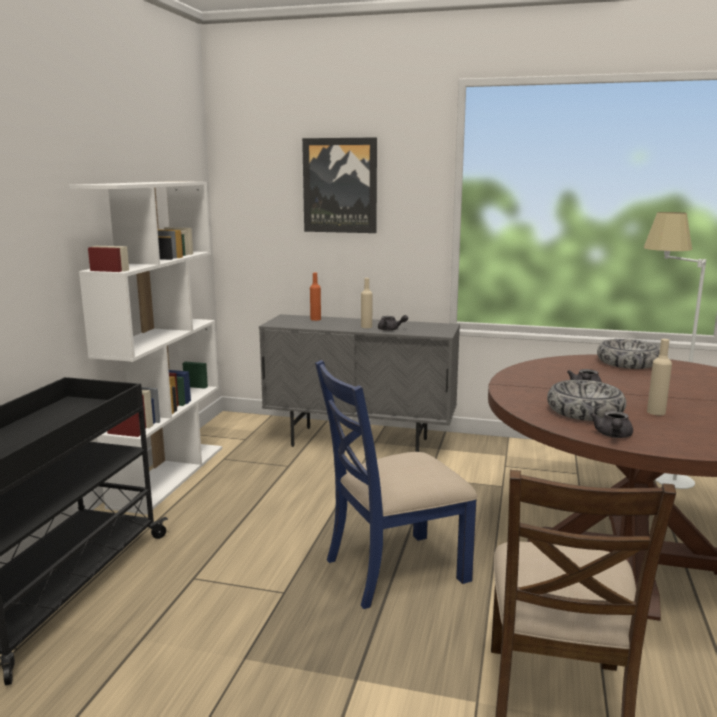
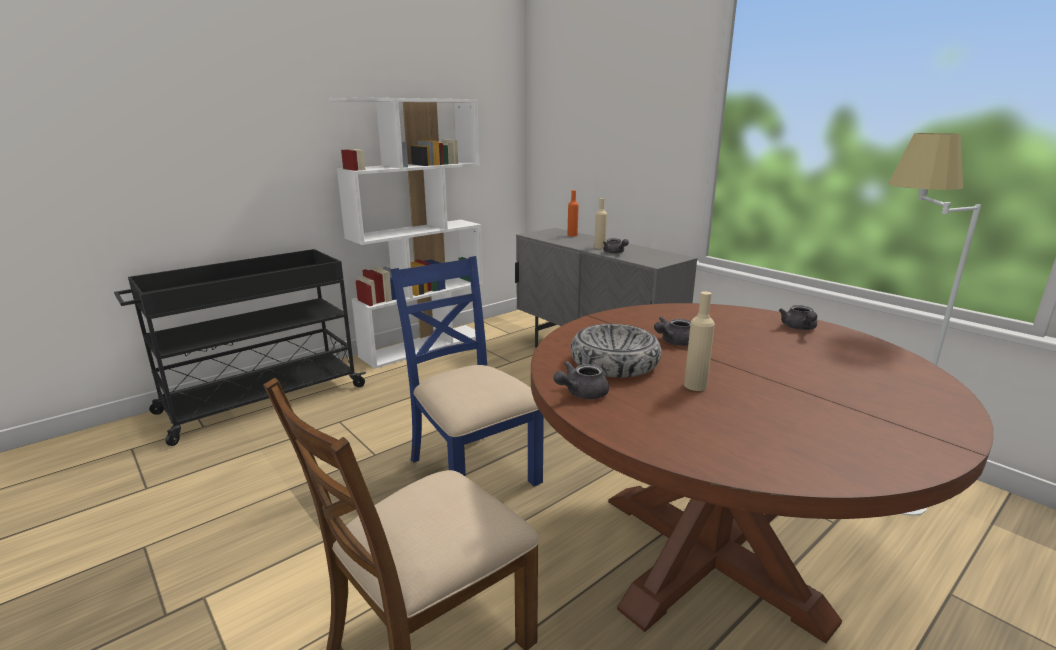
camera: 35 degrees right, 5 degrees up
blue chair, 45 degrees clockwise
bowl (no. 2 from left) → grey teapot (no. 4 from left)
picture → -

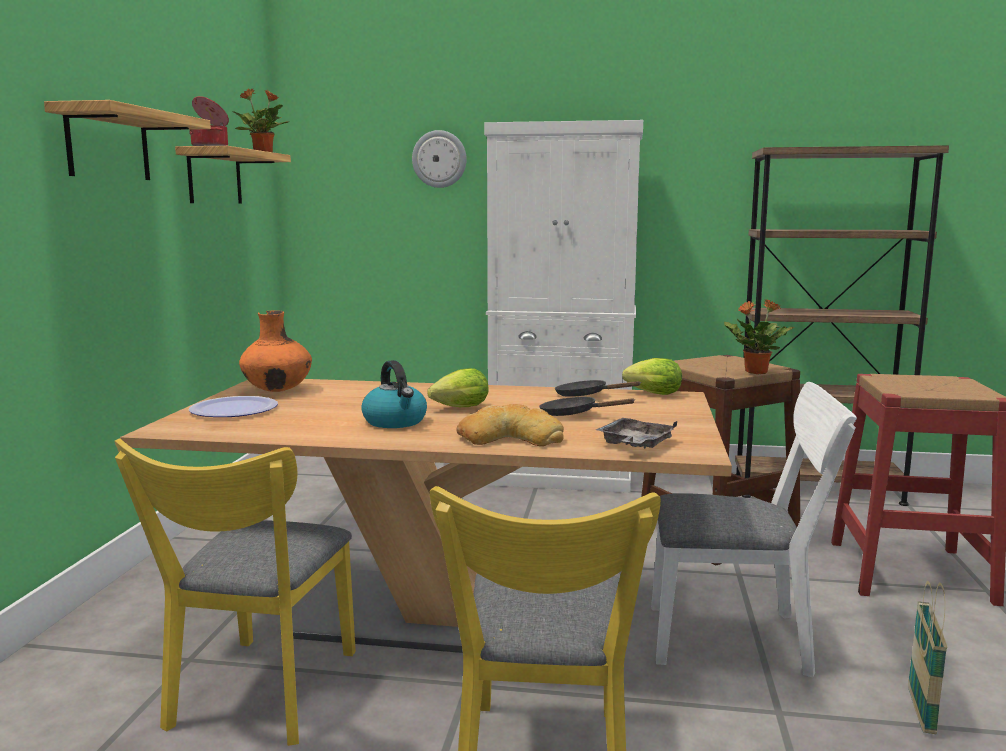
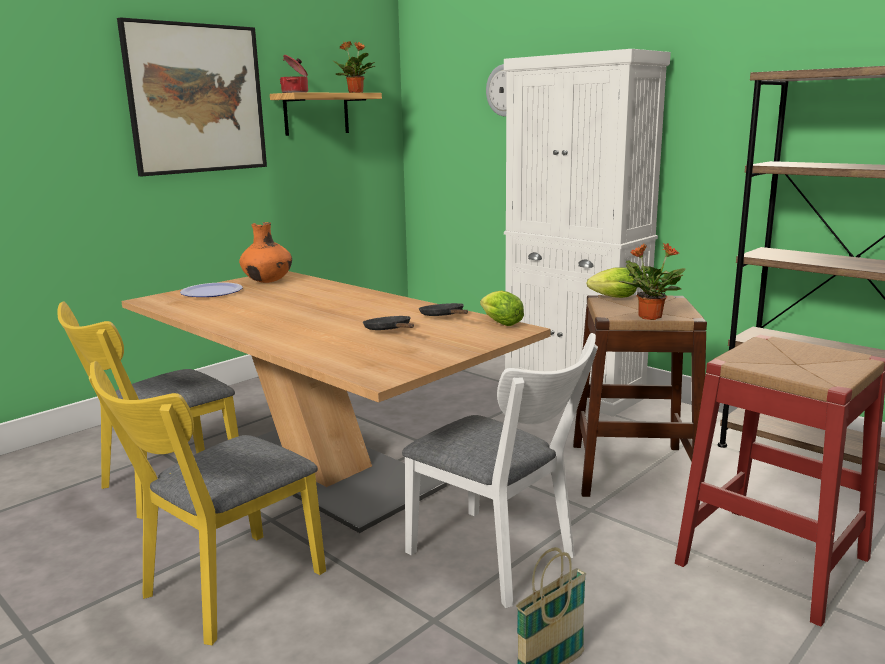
camera: 35 degrees right, 5 degrees up
shelf (no. 1 from left) → picture
lettuce (no. 1 from left in the first image) → lettuce (no. 2 from left), relocated
kettle → -
bread → -
grey tray → -

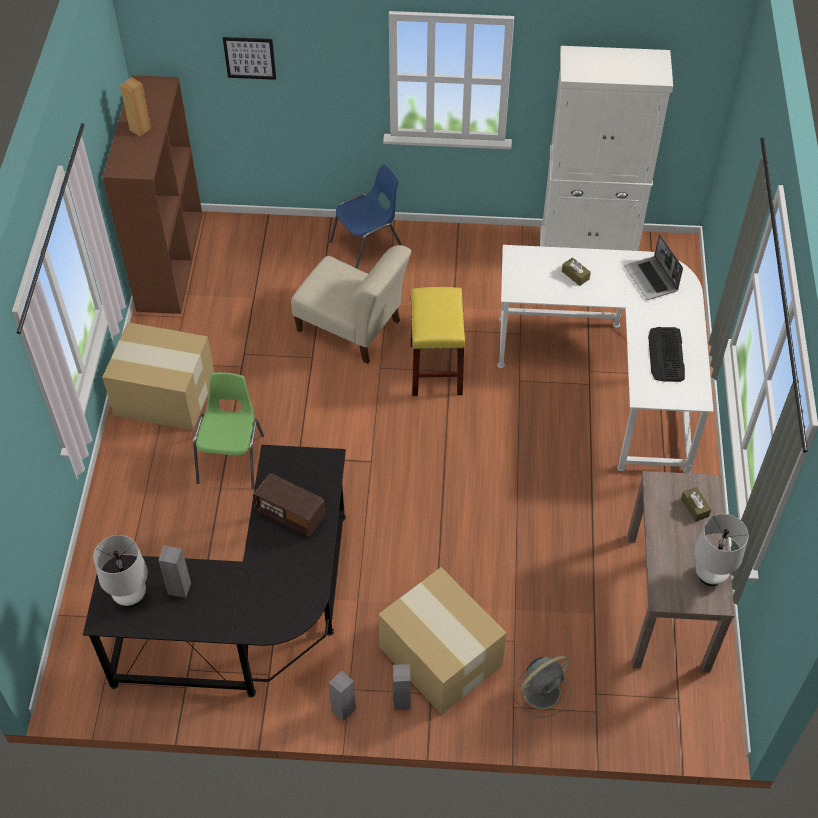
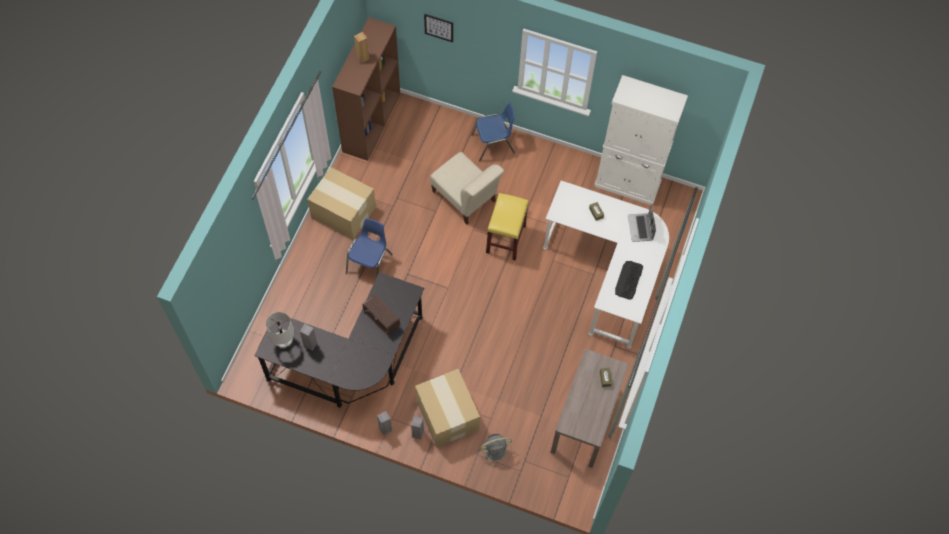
camera: 15 degrees right, 10 degrees up
green chair → blue chair (no. 1 from left)
white table lamp (no. 2 from left) → -

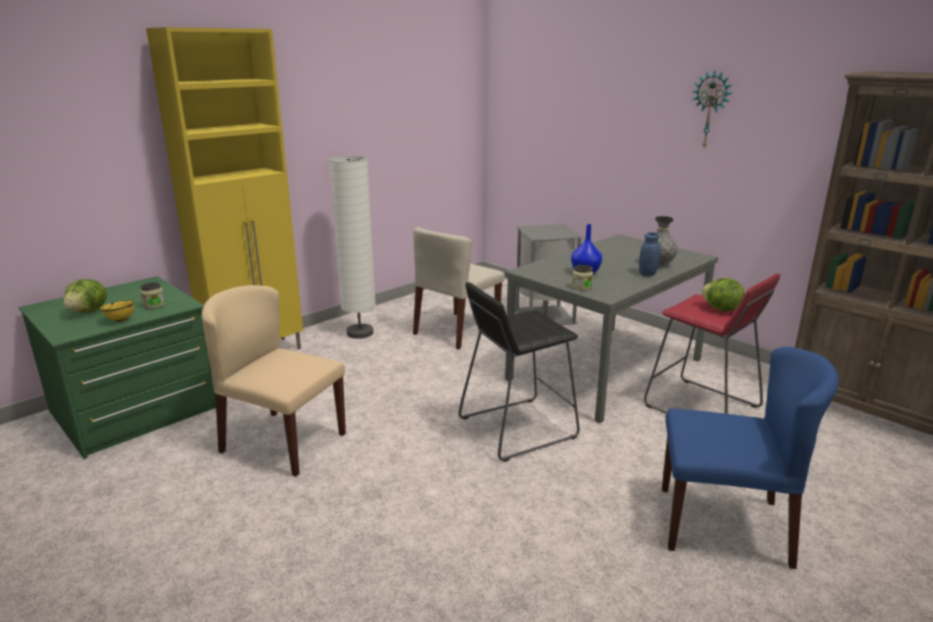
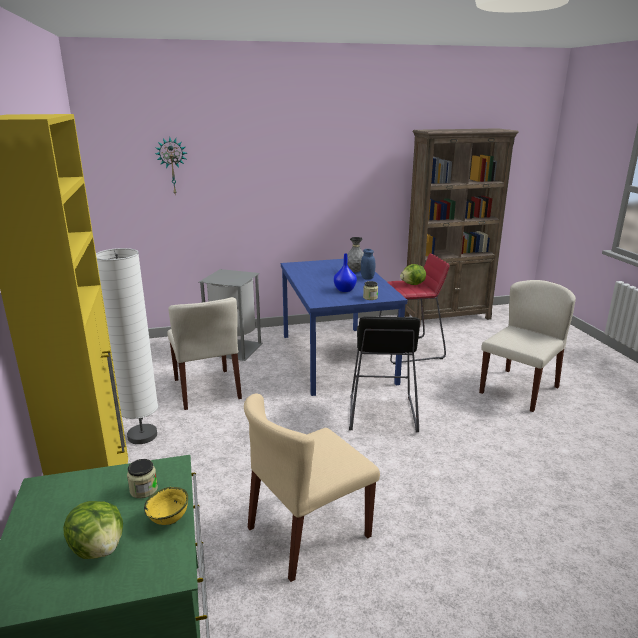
camera: 60 degrees left, 0 degrees up
wall clock, relocated
grey dining table → blue dining table
blue chair → beige chair (no. 3 from left)

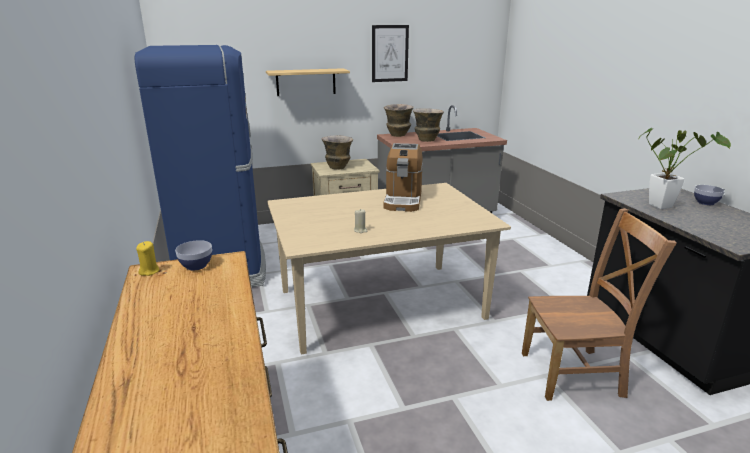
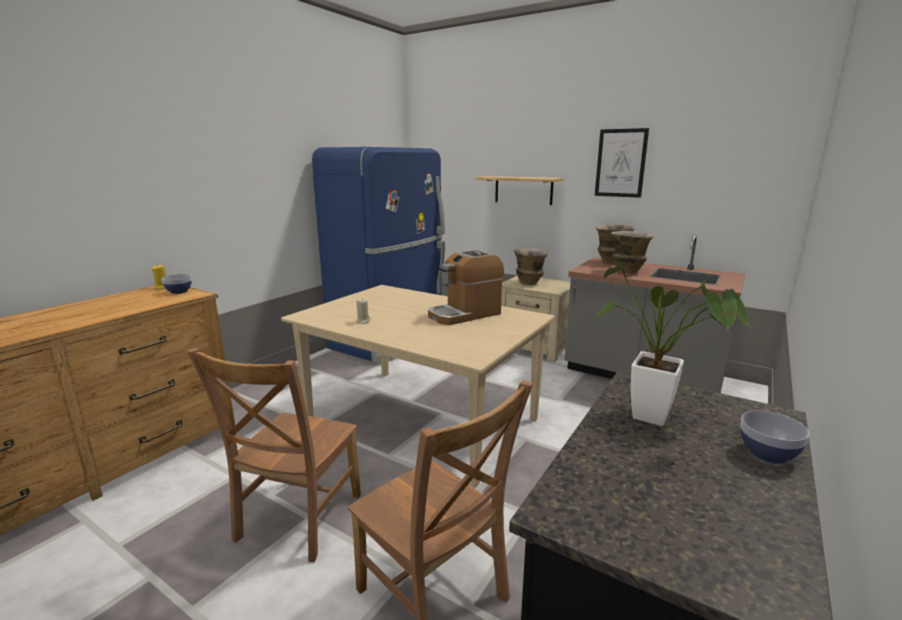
camera: 50 degrees right, 5 degrees down
- → brown chair (no. 1 from left)

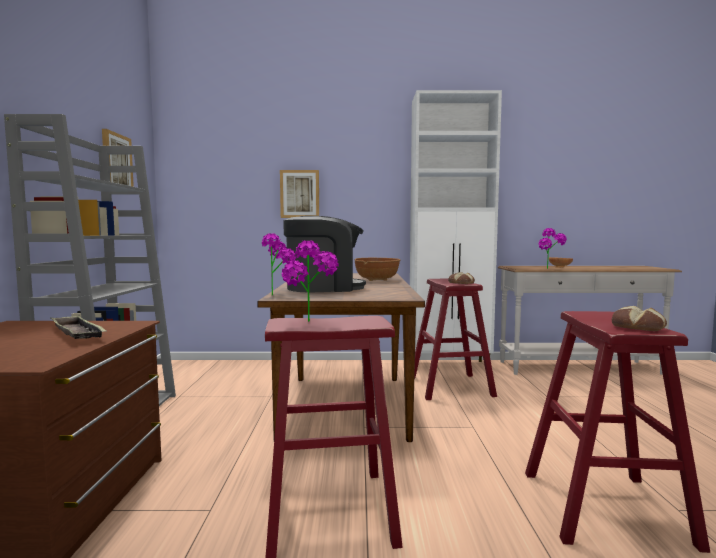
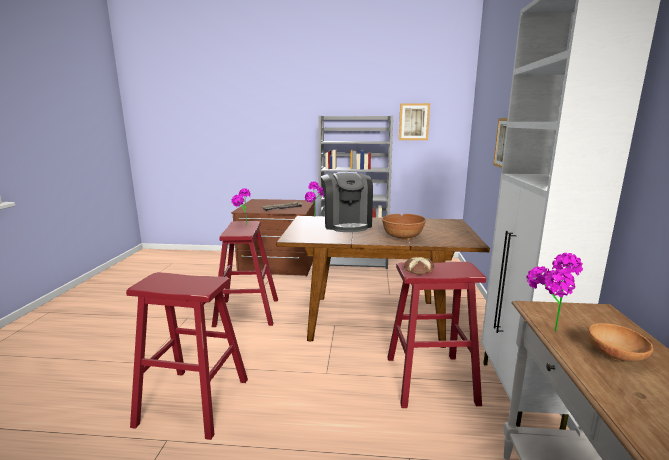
camera: 95 degrees right, 10 degrees up
bread (no. 2 from left) → -

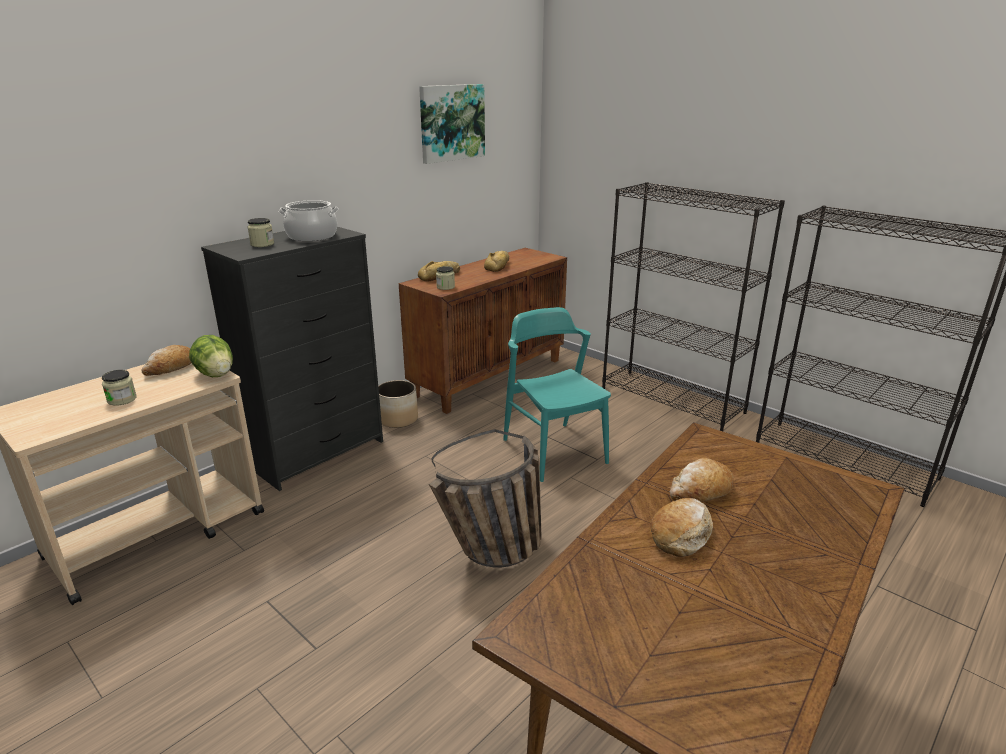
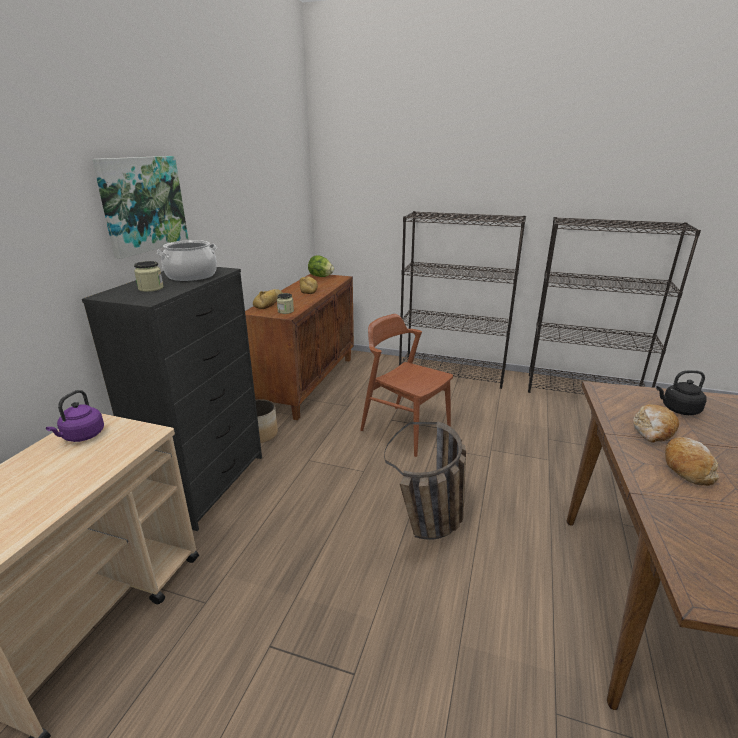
camera: 25 degrees left, 0 degrees up
bread (no. 1 from left) → purple kettle
picture, relocated
lettuce, relocated
turquoise chair → brown chair
- → black kettle
jar (no. 1 from left) → -

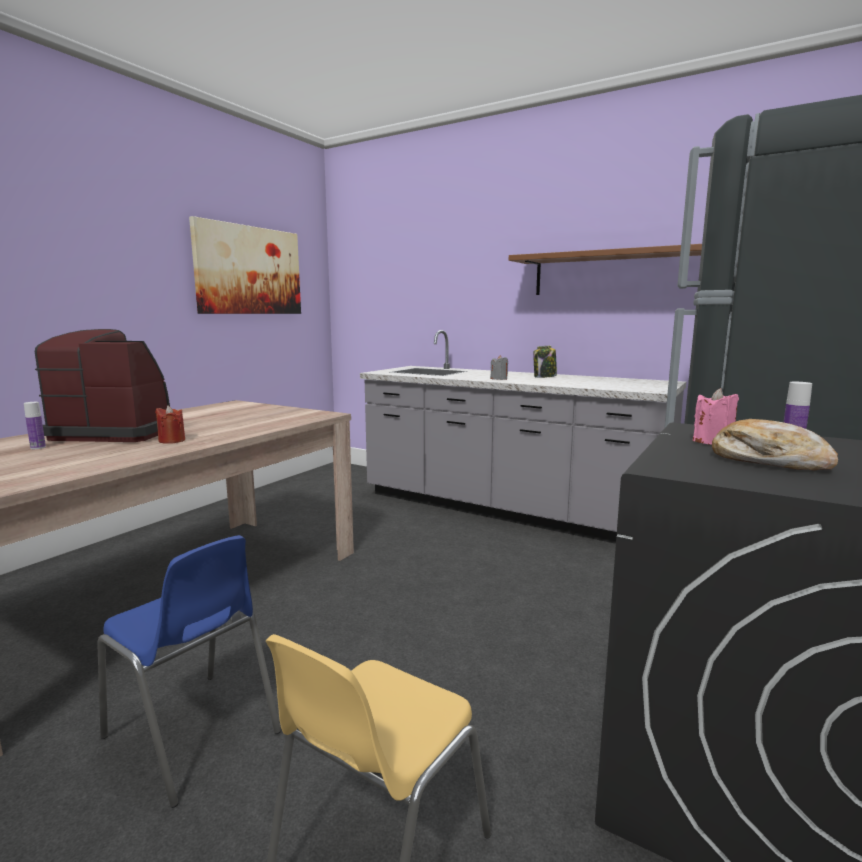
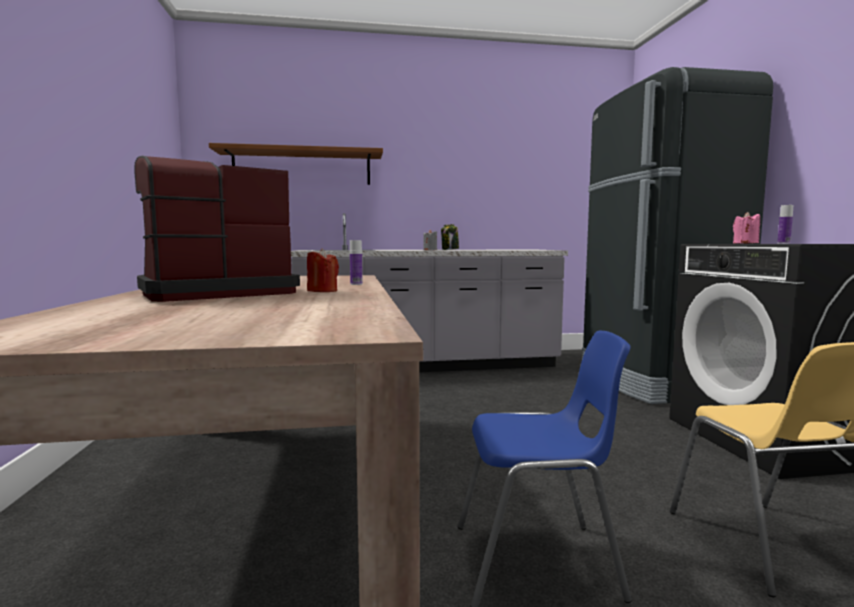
camera: 40 degrees left, 5 degrees down
brown shelf, relocated
bottle (no. 1 from left), relocated
picture → -
bread → -

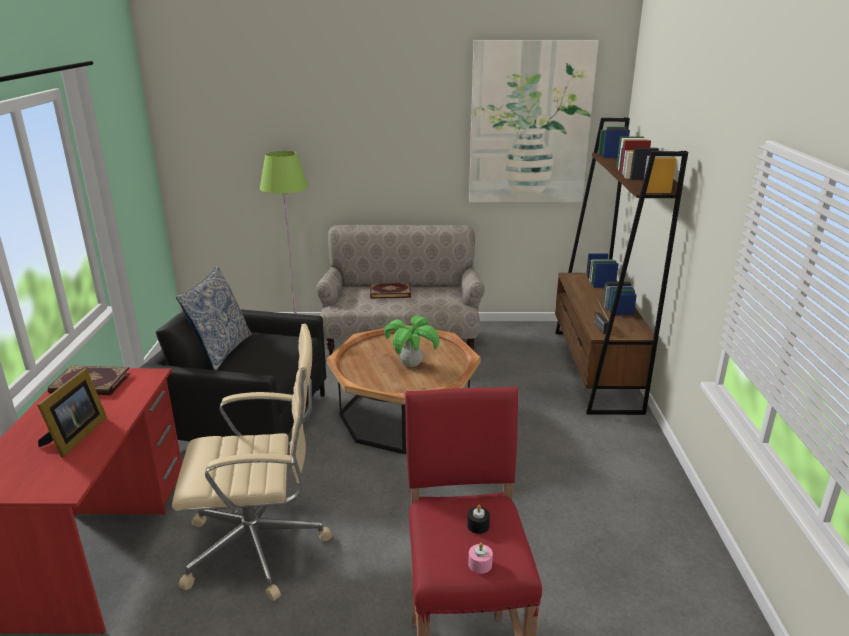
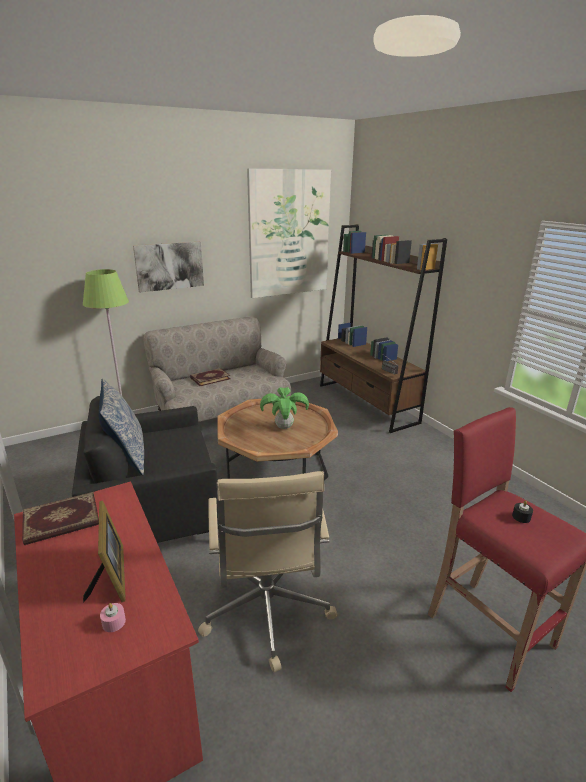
camera: 30 degrees left, 0 degrees up
pink candle, relocated
- → picture (no. 1 from left)
beige office chair, 120 degrees clockwise

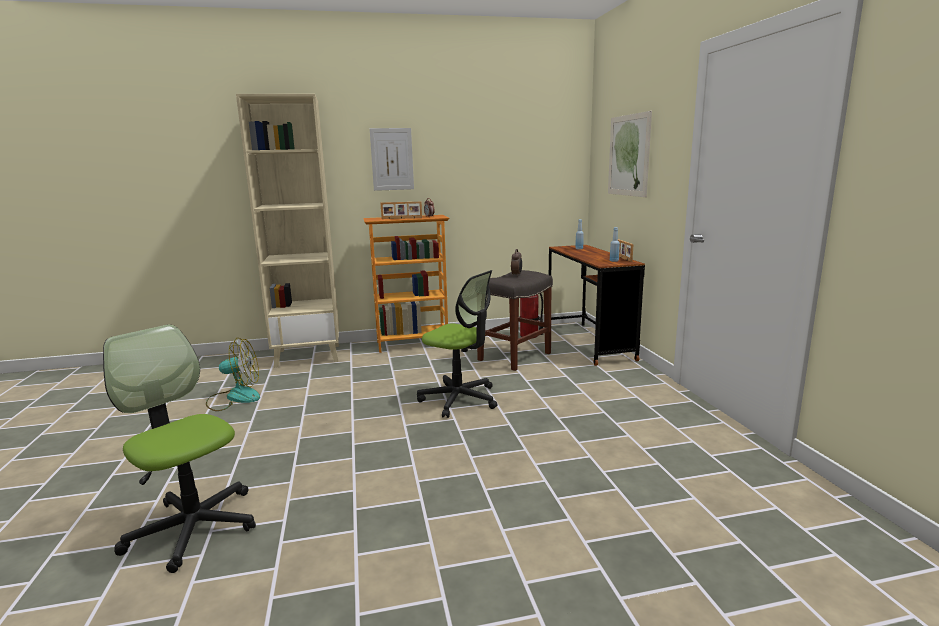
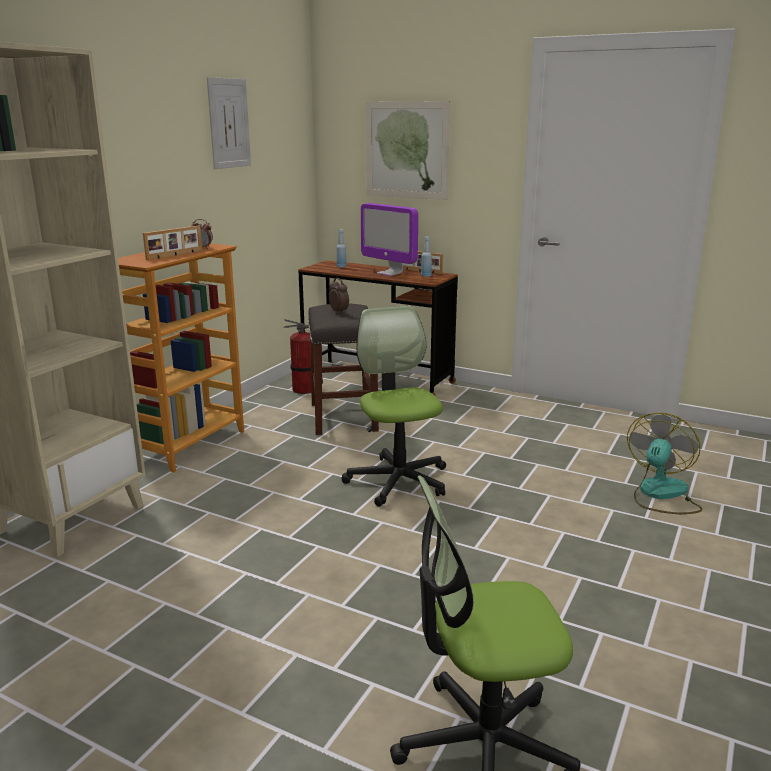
camera: 50 degrees left, 5 degrees up
picture (no. 1 from left), relocated
office chair (no. 2 from left in the first image) → office chair (no. 1 from left), 90 degrees counterclockwise
- → monitor
fan, relocated

